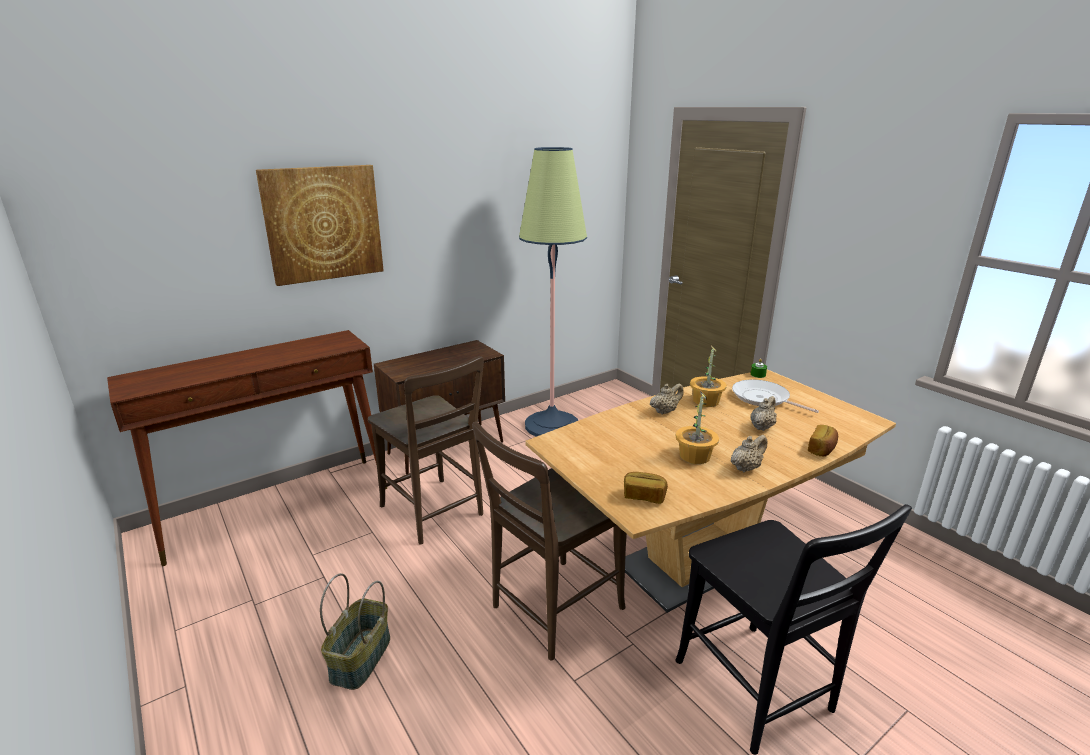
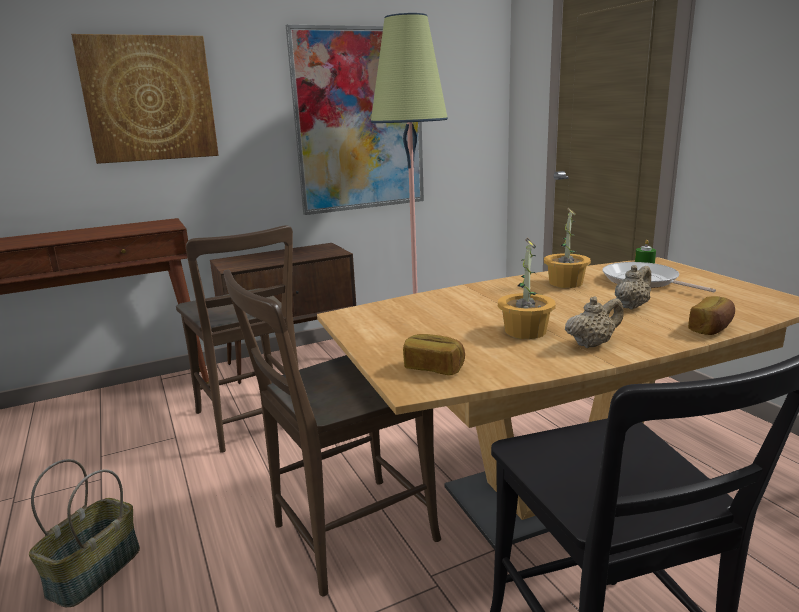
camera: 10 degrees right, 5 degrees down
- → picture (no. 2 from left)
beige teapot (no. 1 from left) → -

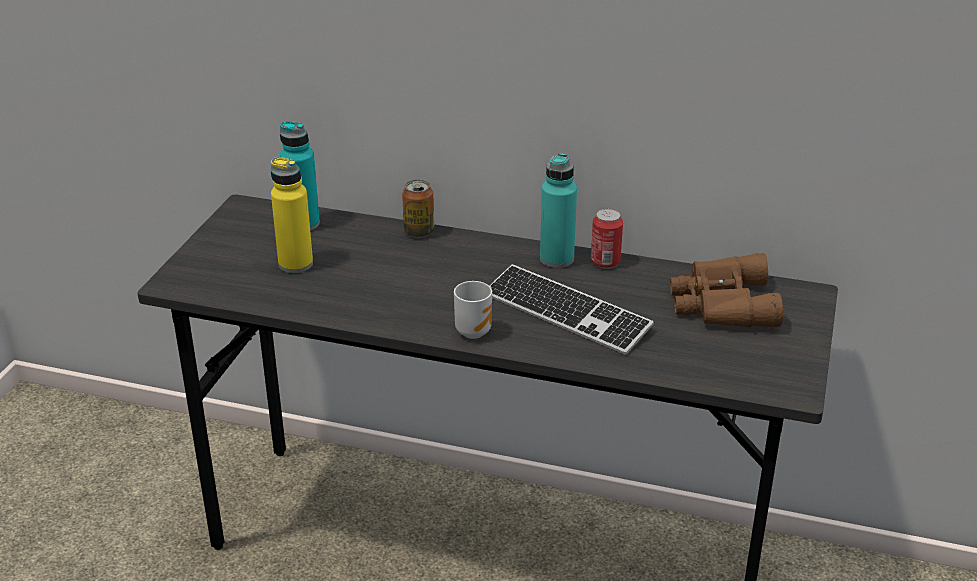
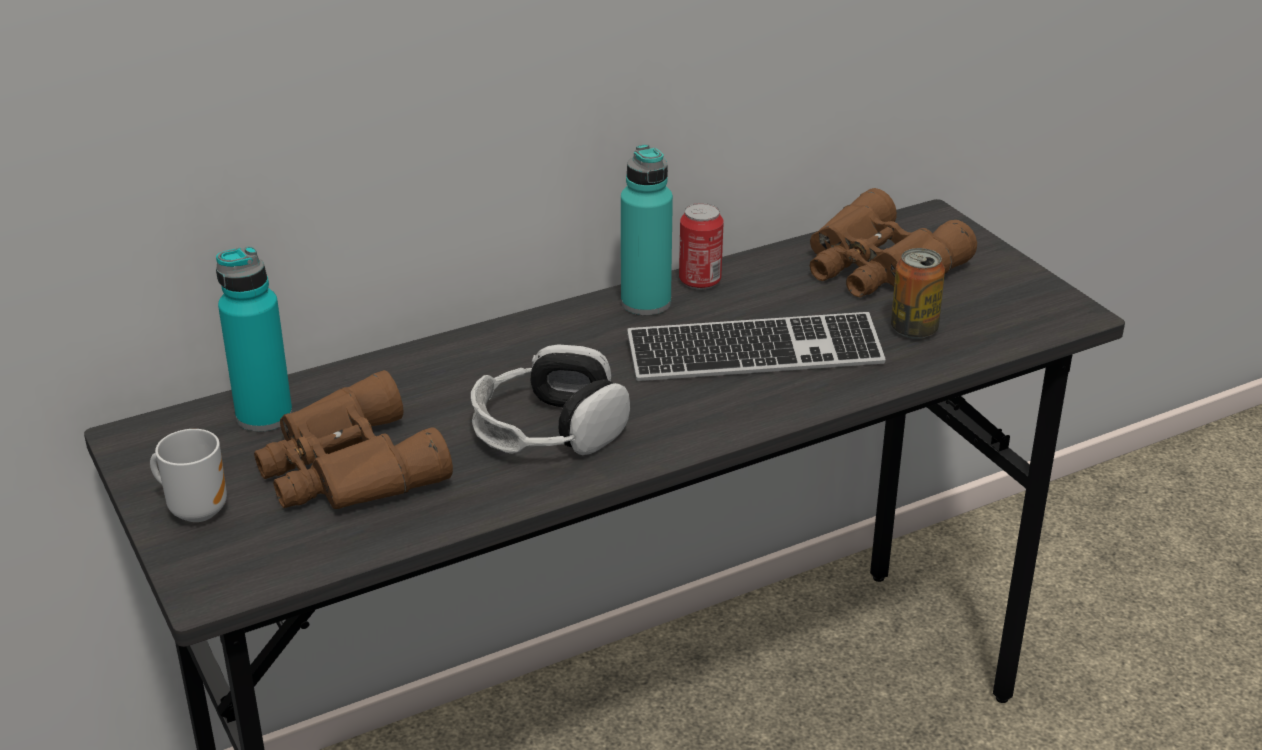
camera: 45 degrees left, 0 degrees up
mug, relocated
yellow bottle → brown binoculars (no. 1 from left)
- → headphones
can (no. 1 from left in the first image) → can (no. 2 from left), relocated

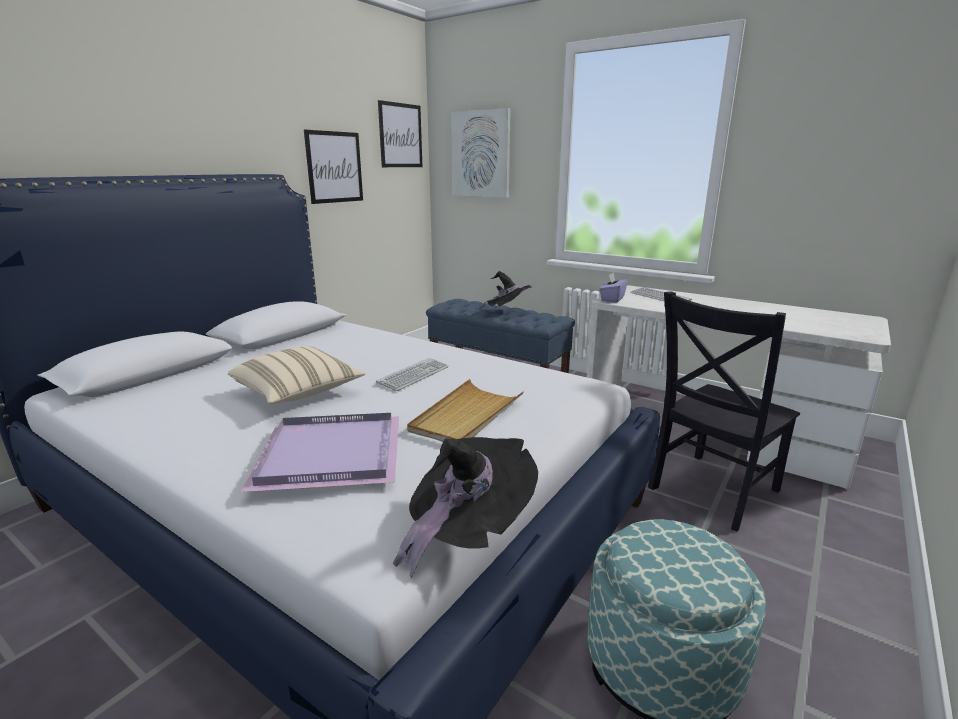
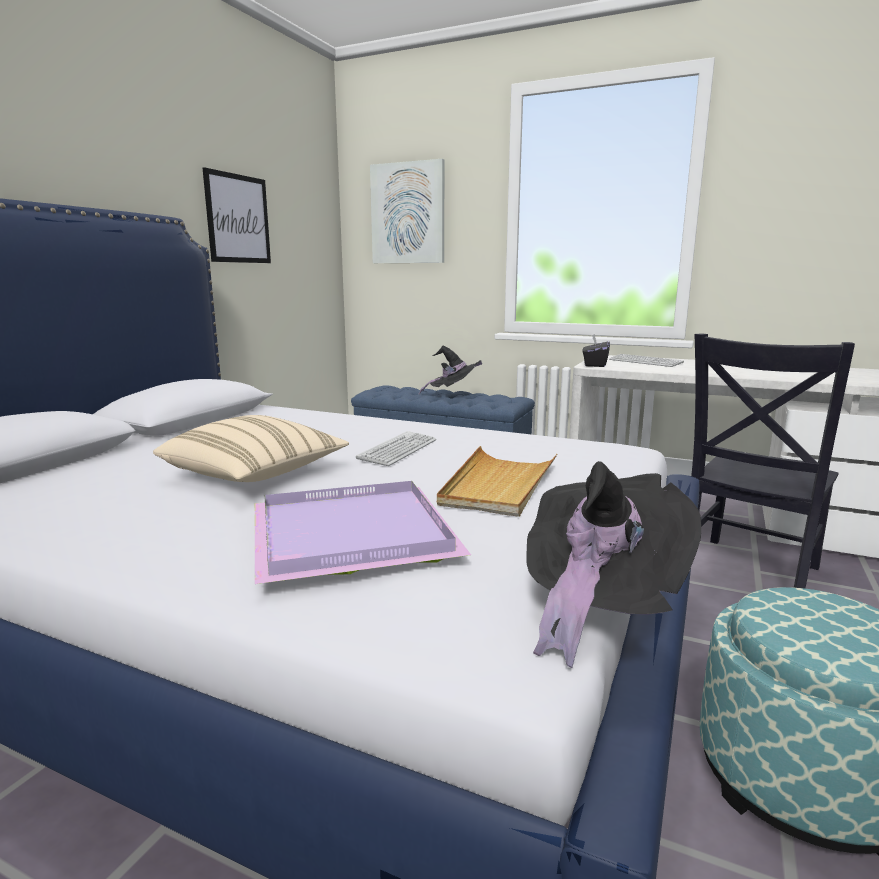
camera: 10 degrees left, 5 degrees down
purple tissue box → black tissue box
picture (no. 2 from left) → -

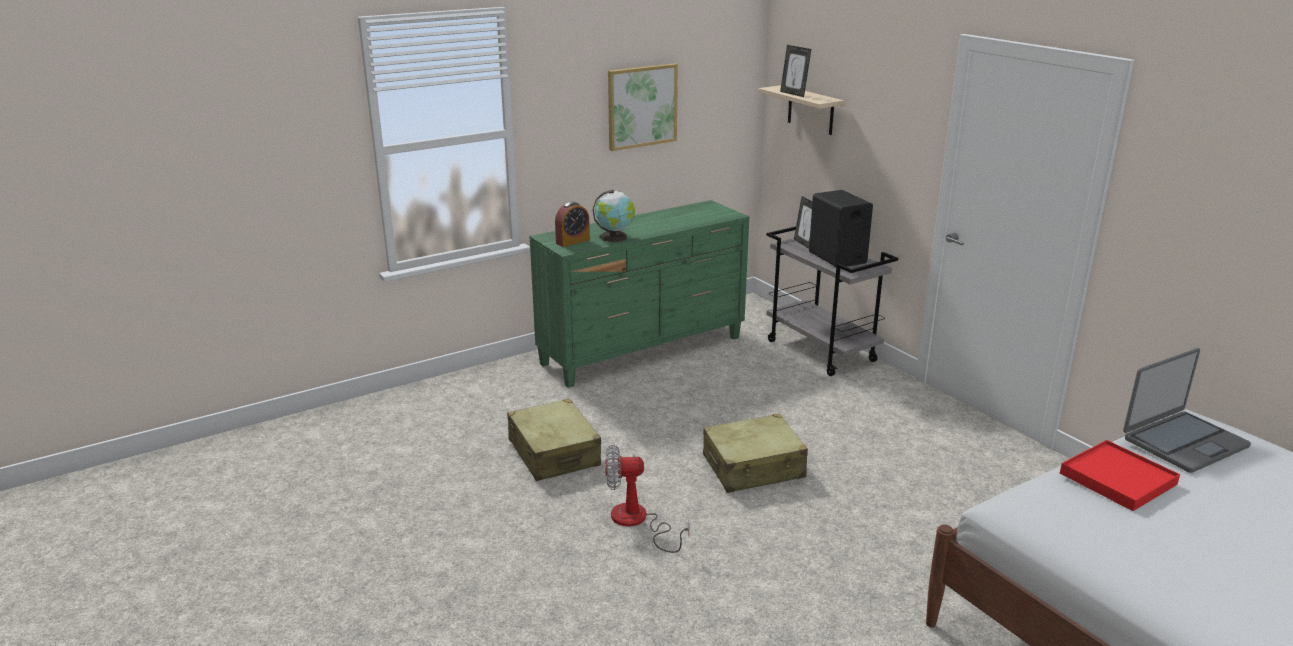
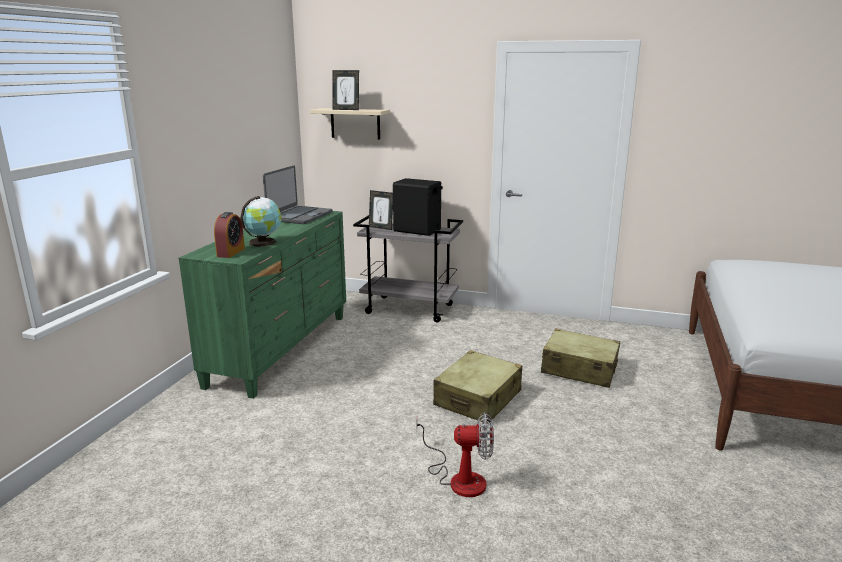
camera: 40 degrees left, 5 degrees down
laptop, relocated
fan, 135 degrees counterclockwise
beige suitcase (no. 1 from left in the first image) → beige suitcase (no. 2 from left), relocated
picture → -
red tray → -

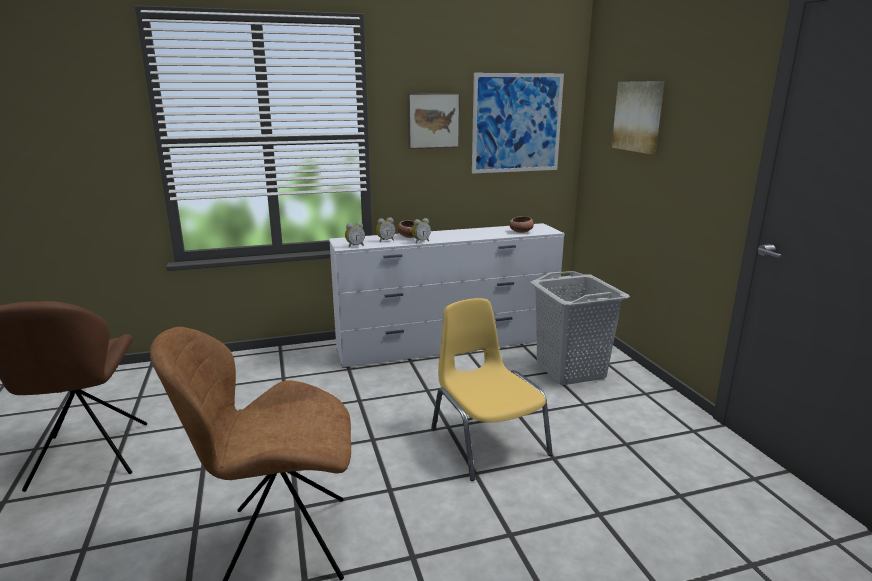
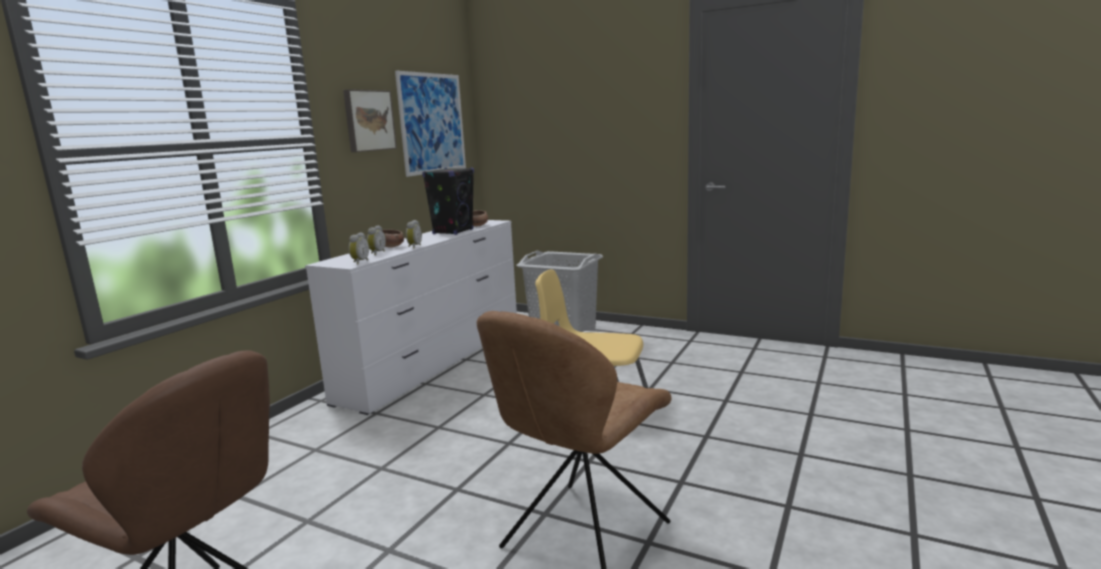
camera: 45 degrees left, 5 degrees down
- → black speaker
picture (no. 3 from left) → -

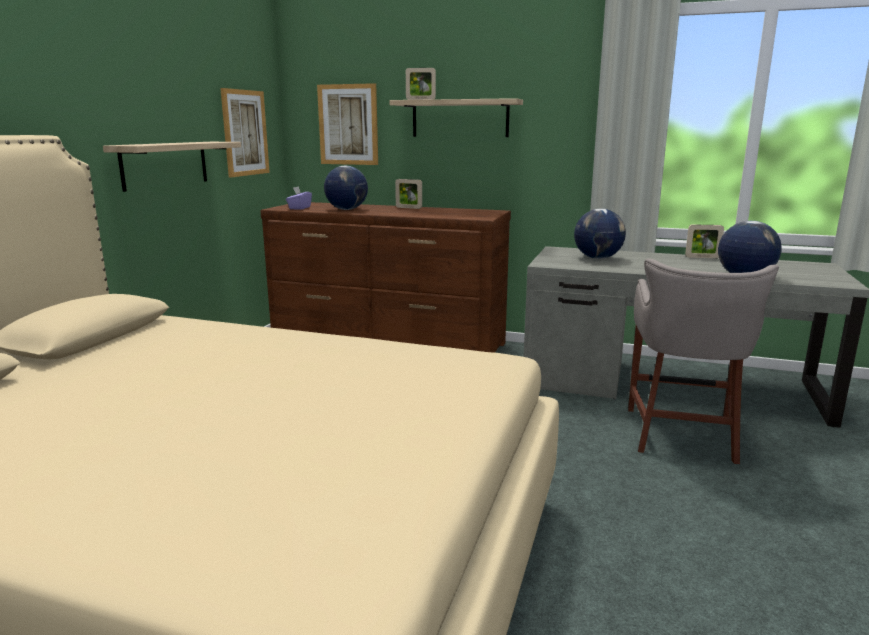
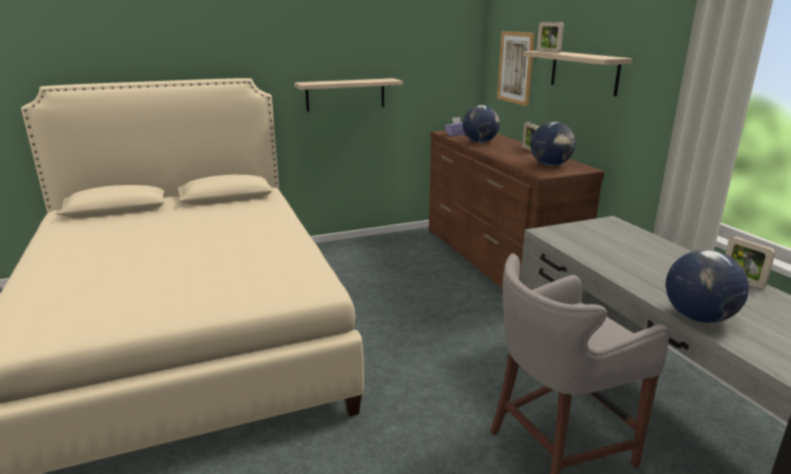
camera: 50 degrees right, 5 degrees up
globe (no. 2 from left), relocated
picture (no. 1 from left) → -

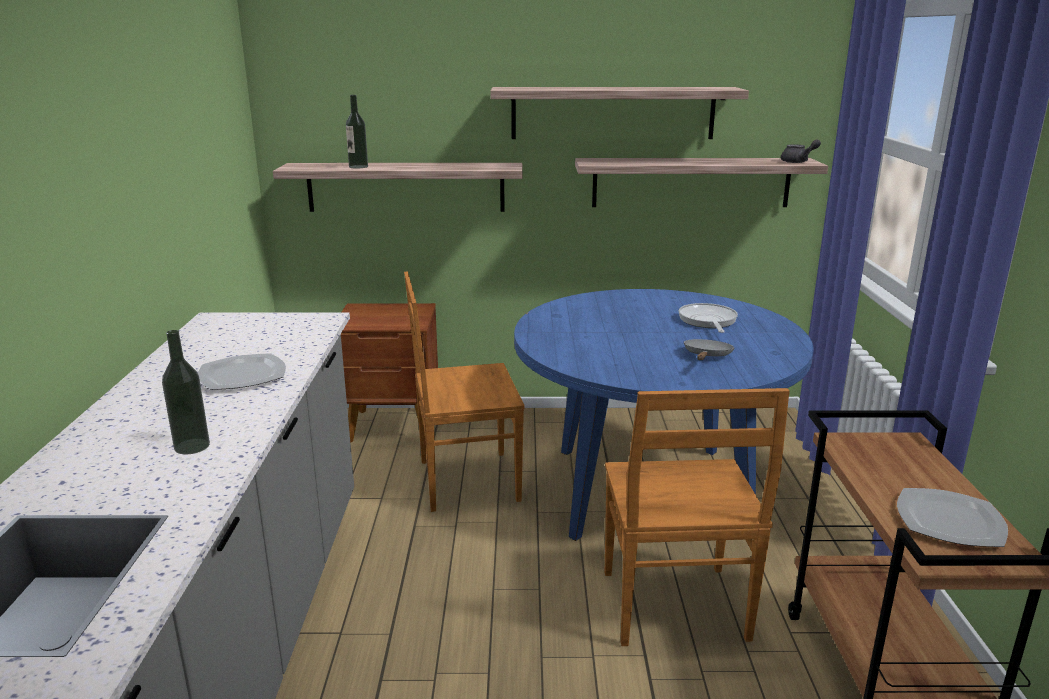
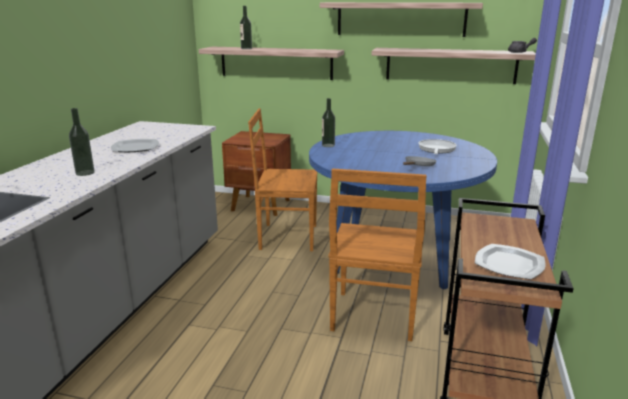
camera: 15 degrees right, 0 degrees up
- → bottle (no. 3 from left)

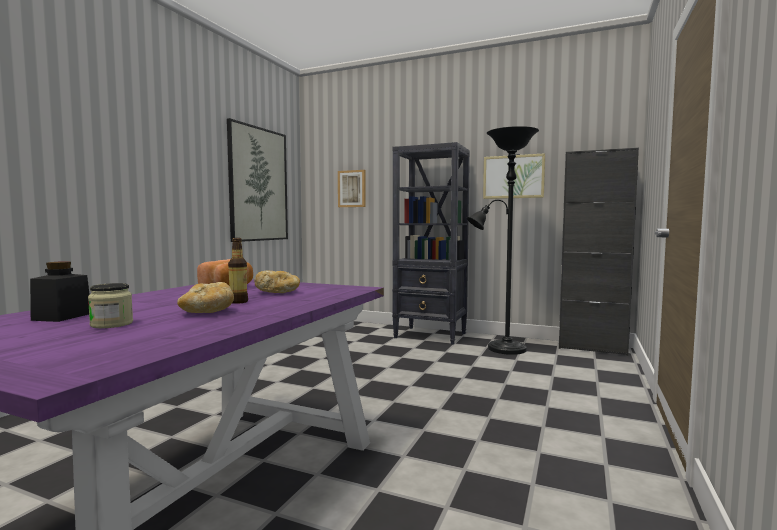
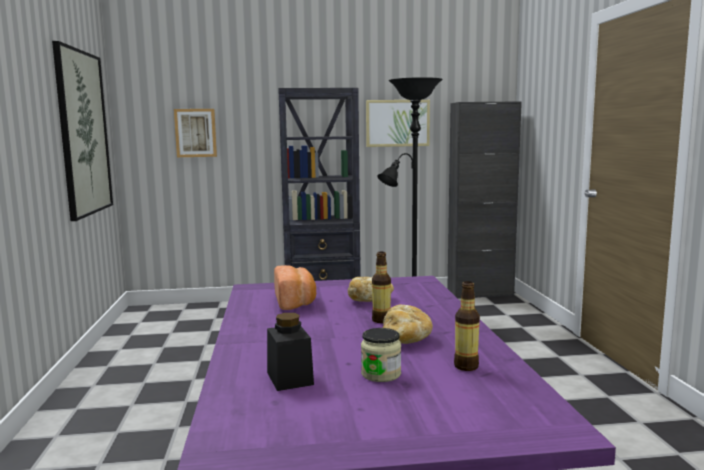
camera: 30 degrees left, 5 degrees up
- → bottle (no. 2 from left)

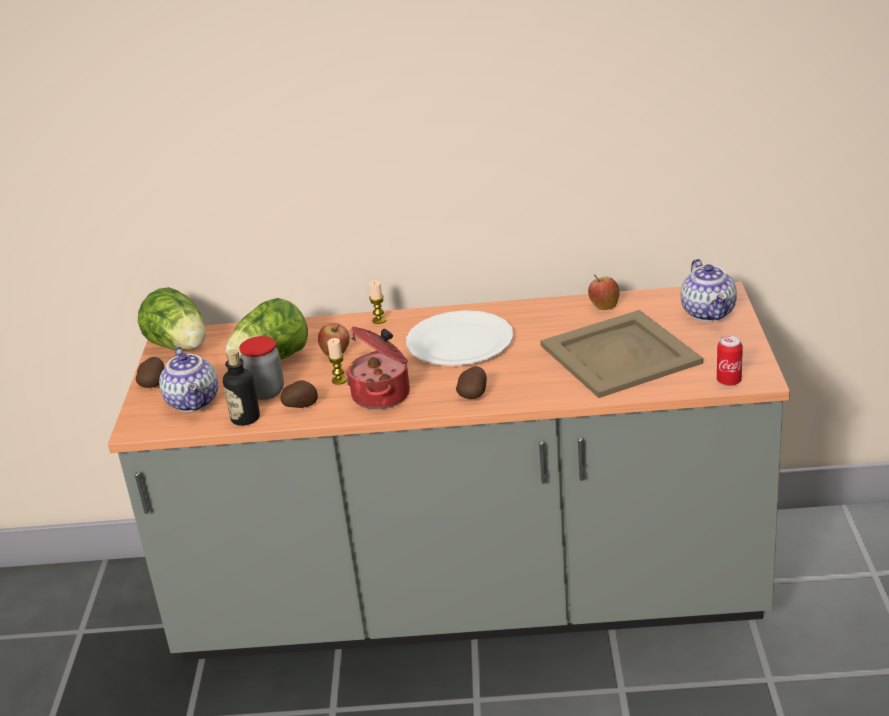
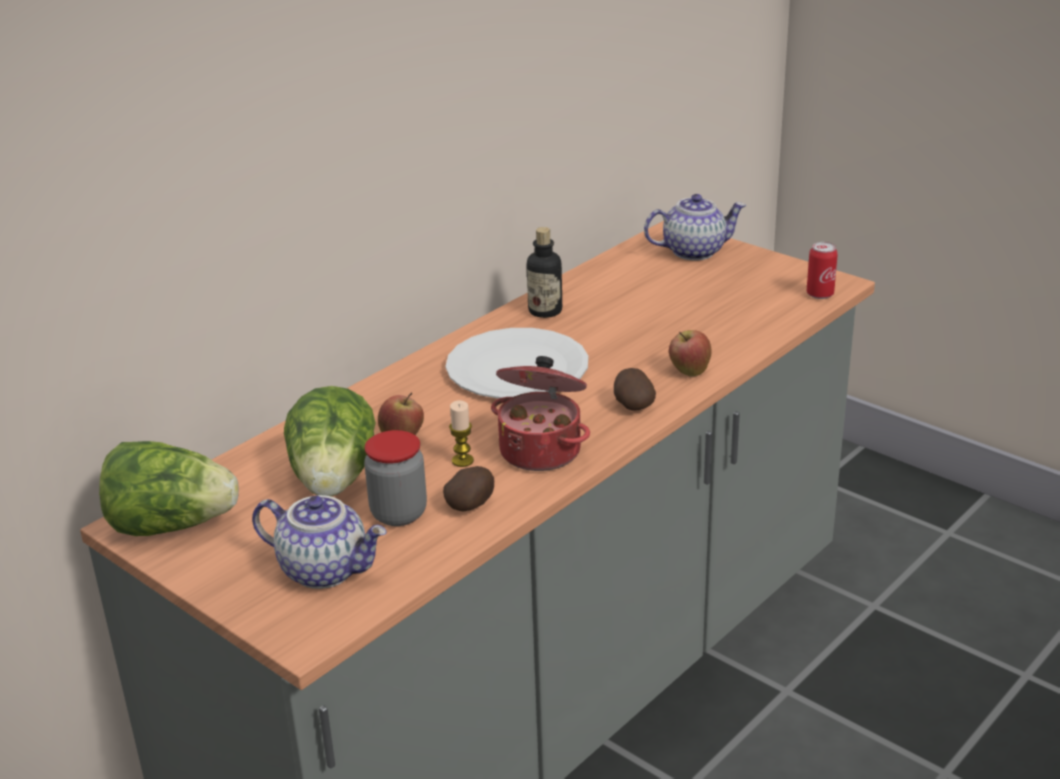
camera: 50 degrees left, 0 degrees up
bottle, relocated
teapot (no. 2 from left), 45 degrees counterclockwise
apple (no. 2 from left), relocated
potato (no. 1 from left) → -
candle (no. 2 from left) → -
beige tray → -

